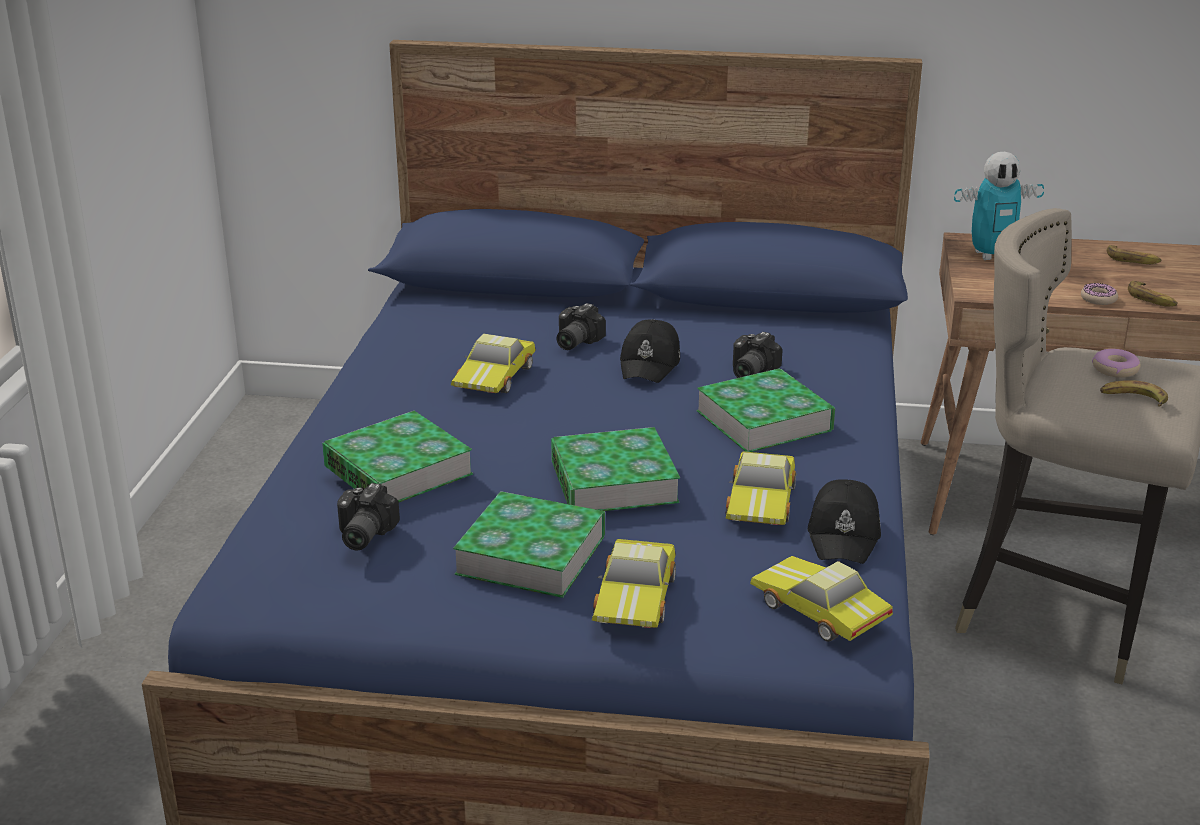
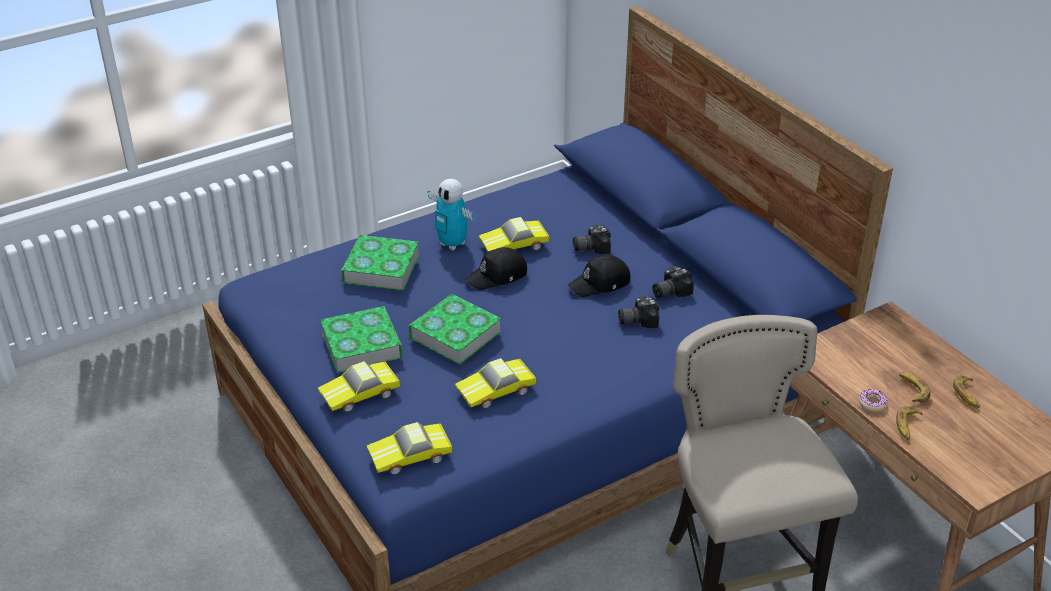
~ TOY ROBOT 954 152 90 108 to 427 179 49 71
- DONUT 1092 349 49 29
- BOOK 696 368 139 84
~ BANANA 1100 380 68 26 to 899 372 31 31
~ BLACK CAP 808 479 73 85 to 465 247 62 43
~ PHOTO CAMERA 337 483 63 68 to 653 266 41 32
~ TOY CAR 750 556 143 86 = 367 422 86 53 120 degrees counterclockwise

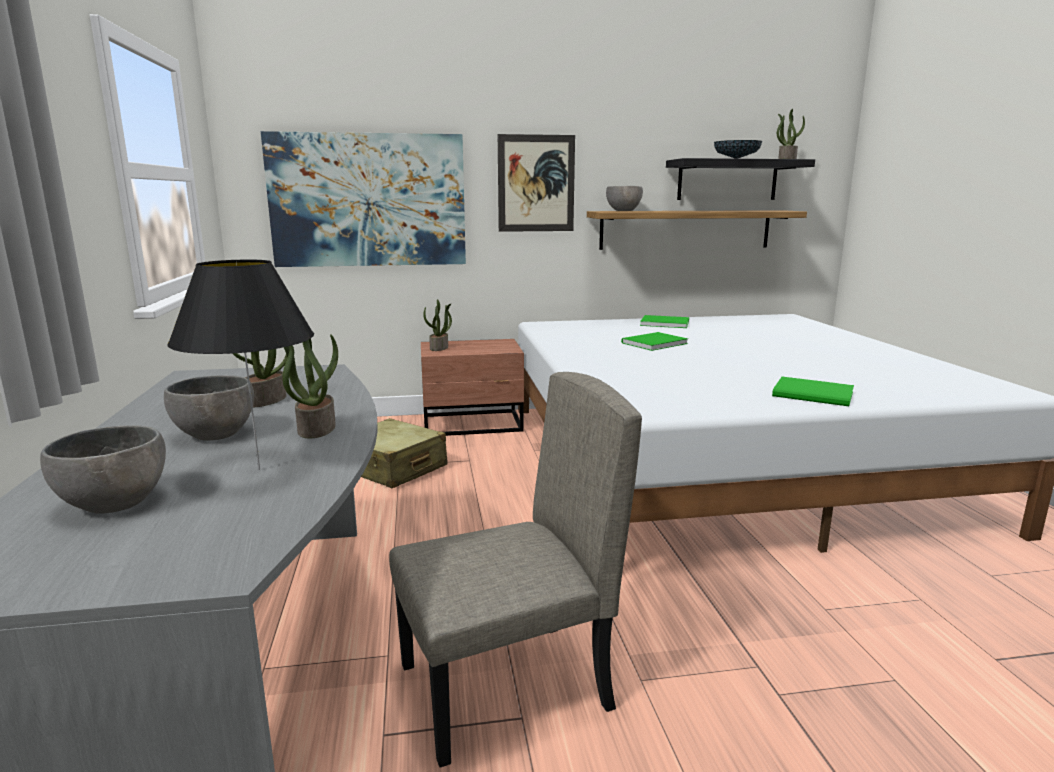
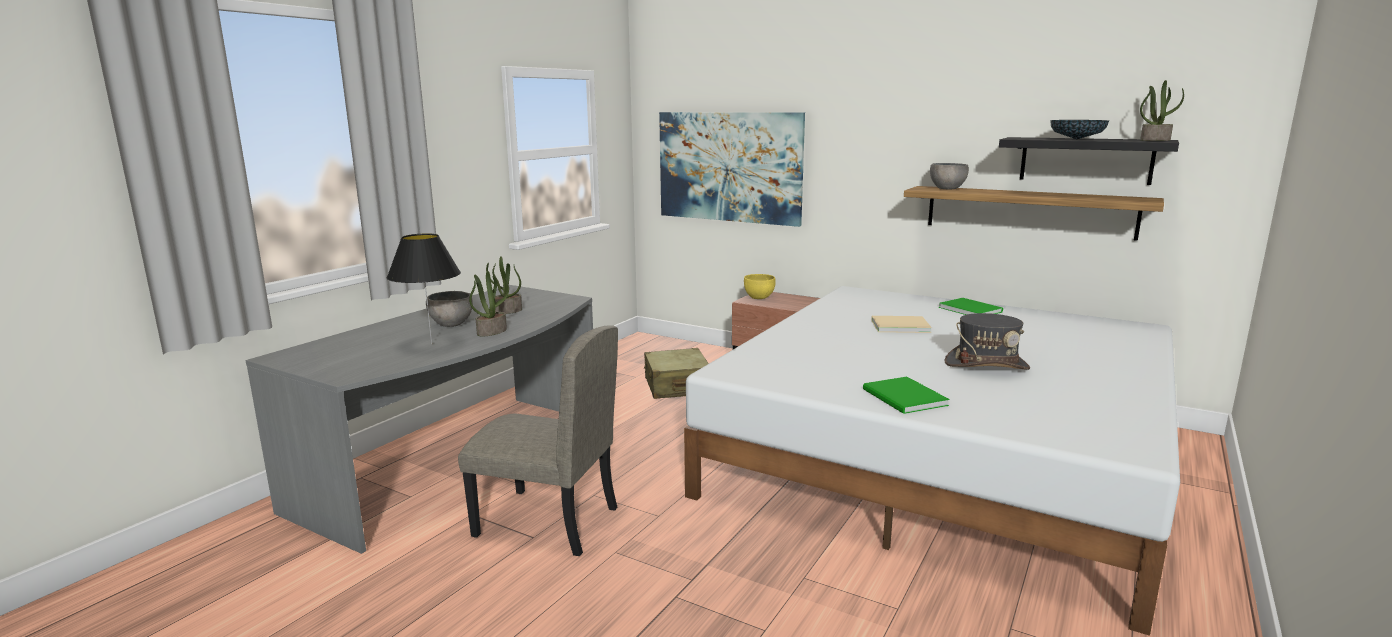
- PICTURE 498 134 77 98
~ POTTED PLANT 423 299 29 52 to YELLOW BOWL 744 274 32 25
~ GREEN BOOK 621 332 67 19 to BEIGE BOOK 871 316 61 17
- GREY BOWL 40 425 126 89
+ GREY HAT 945 313 85 57

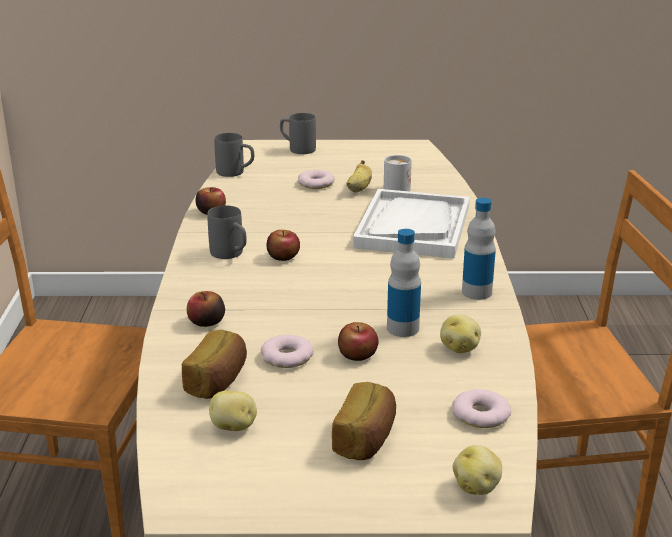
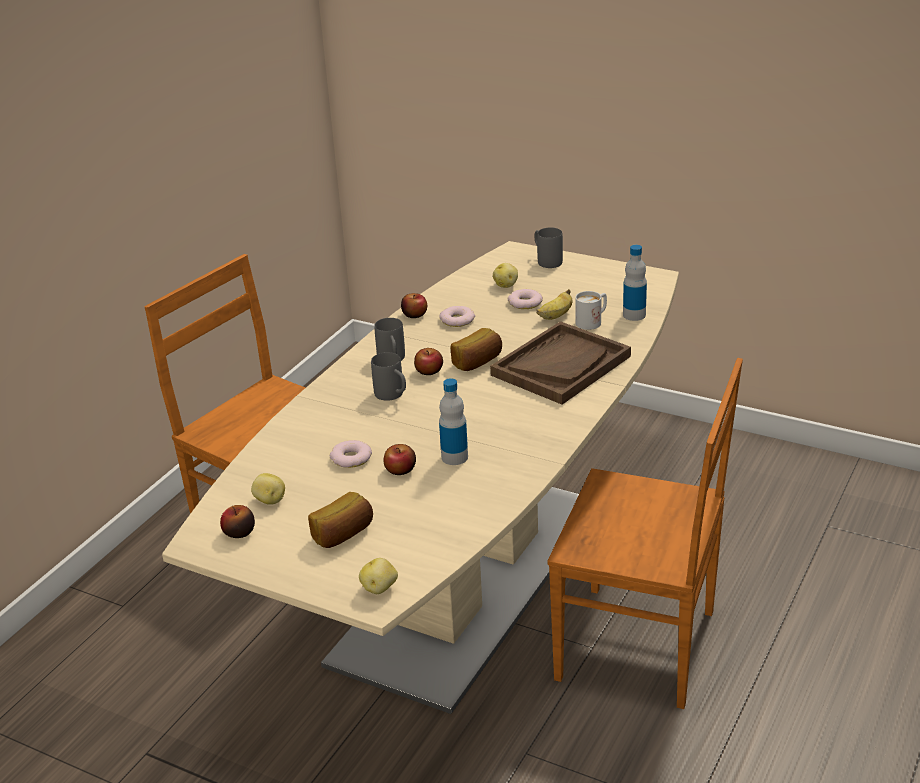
~ GREY MUG 214 133 40 44 to 371 352 35 49
~ WHITE TRAY 353 189 117 69 to BROWN TRAY 490 321 141 83
~ BOTTLE 462 198 34 102 to 623 245 24 76
~ APPLE 187 291 38 36 to 220 505 35 33
~ POTATO 440 315 41 38 to 493 263 25 25
~ BREAD 182 330 65 69 to 451 328 51 43
~ DONUT 452 389 59 39 to 439 306 36 21

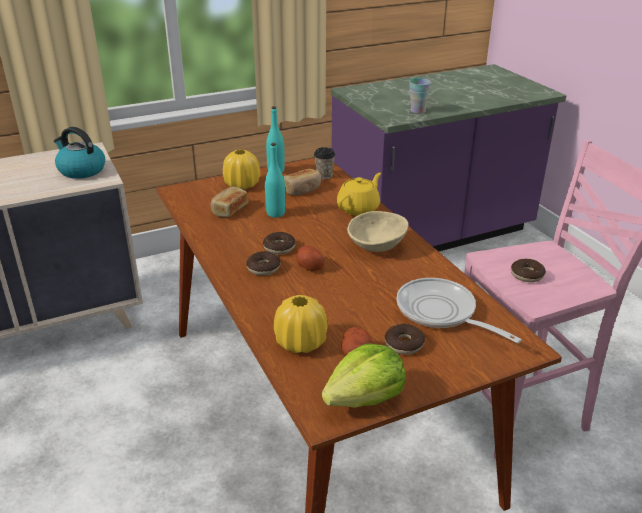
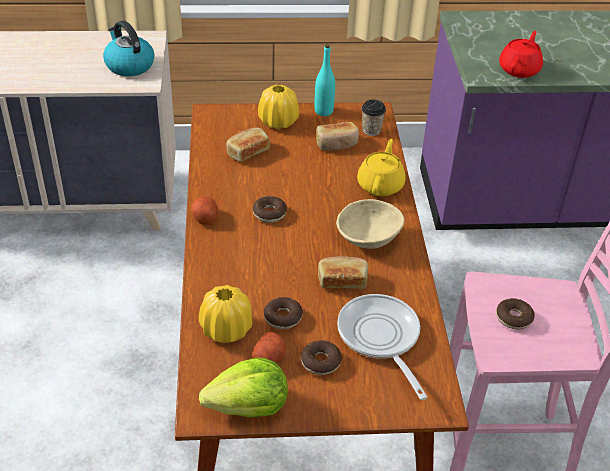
~ CUP 409 78 23 36 to RED TEAPOT 499 31 44 47
- TURQUOISE BOTTLE 265 143 20 75
~ YELLOW TEAPOT 337 173 44 43 = 357 139 49 57 45 degrees counterclockwise
~ POTATO 296 245 28 26 to 191 196 27 29
~ DONUT 246 251 34 24 to 264 297 39 32
+ BREAD 318 256 51 33

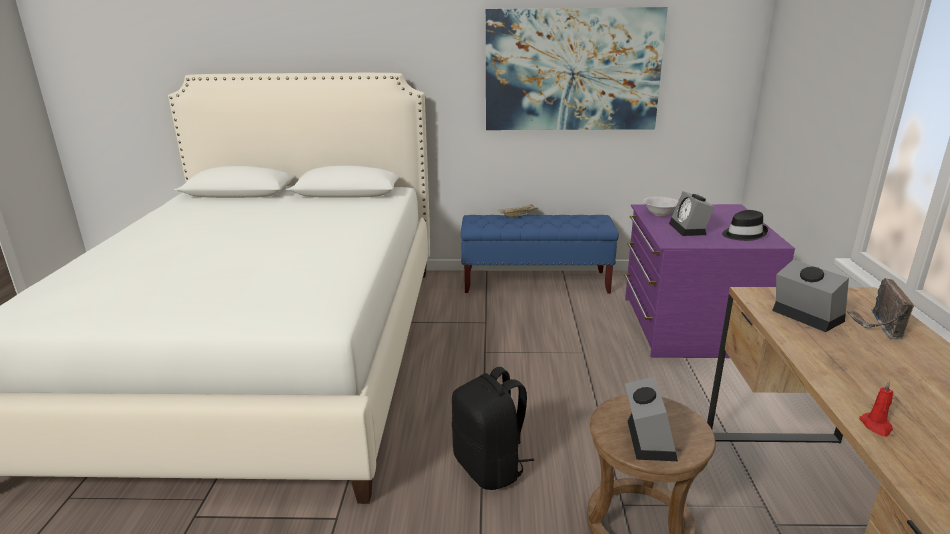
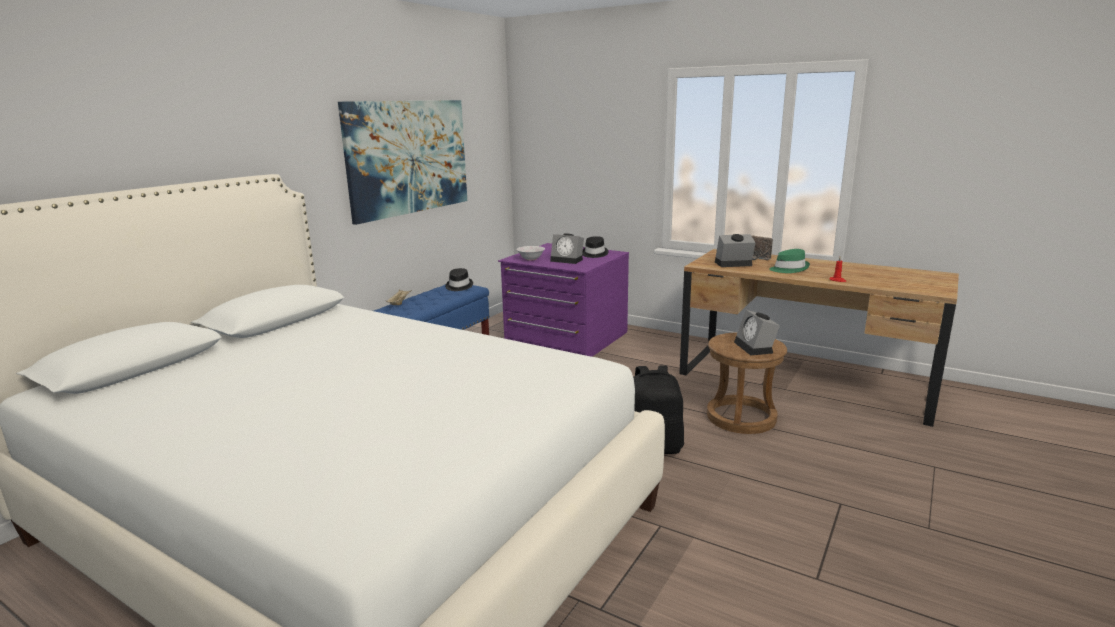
~ ALARM CLOCK 625 376 53 85 = 734 310 46 45 135 degrees counterclockwise
+ GREEN HAT 769 249 41 24
+ BLACK HAT 445 268 28 23

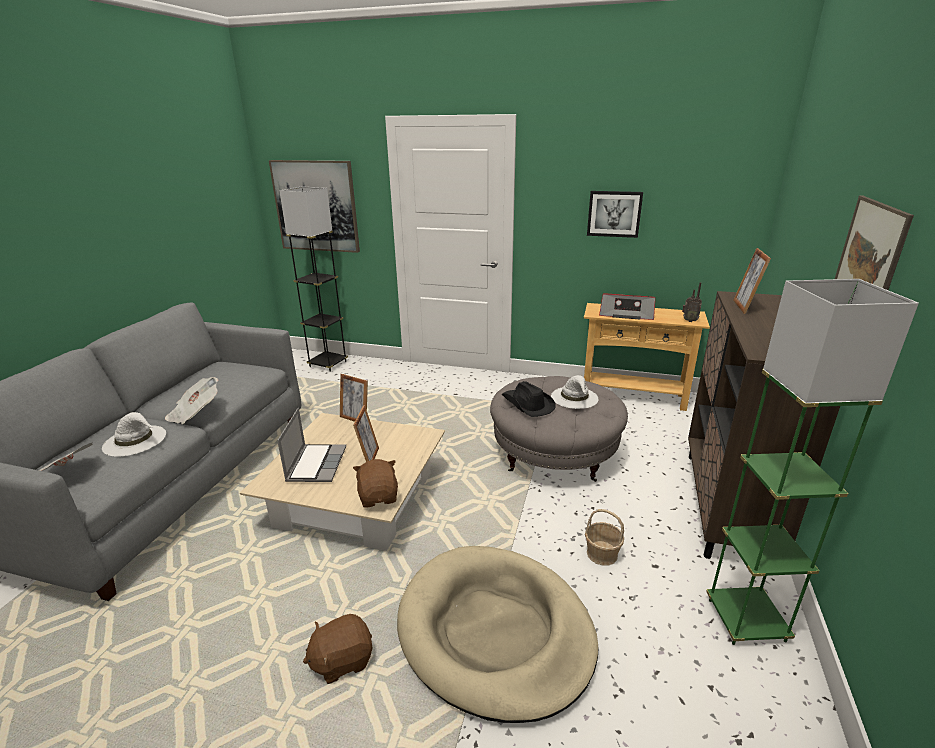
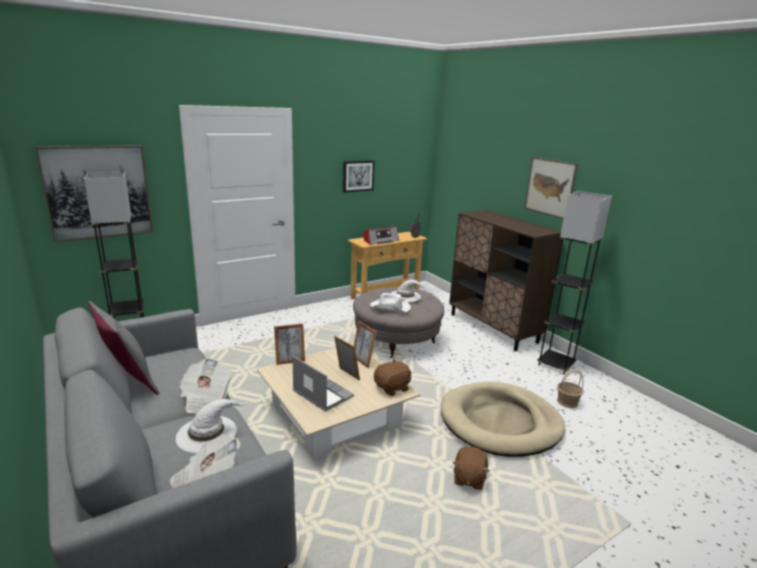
~ PICTURE FRAME 733 248 38 66 to 354 321 22 47
~ GREEN FLOOR LAMP 706 279 213 366 to GREY FLOOR LAMP 537 191 75 184
~ BLACK HAT 502 381 54 36 to WHITE HAT 370 293 41 19
~ BROWN PLUSH TOY 353 459 45 48 = 374 359 38 37 120 degrees clockwise
~ BASKET 585 509 39 57 to 557 371 27 37
+ GREY PILLOW 88 301 71 94

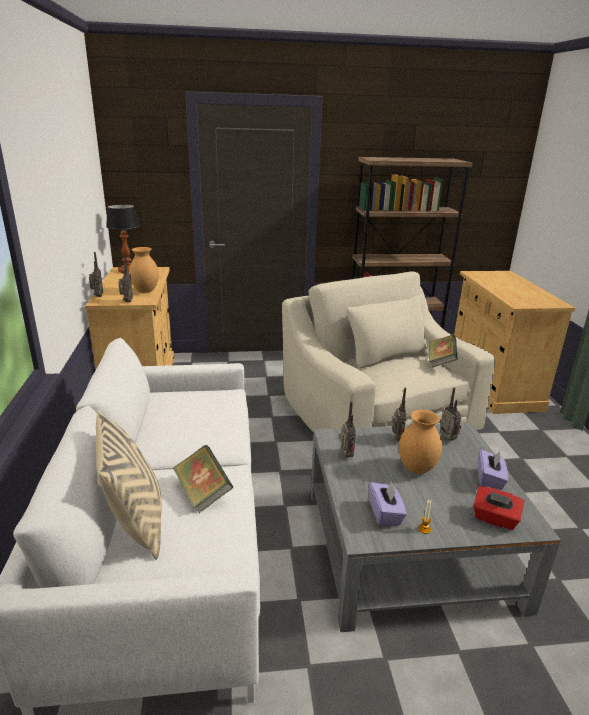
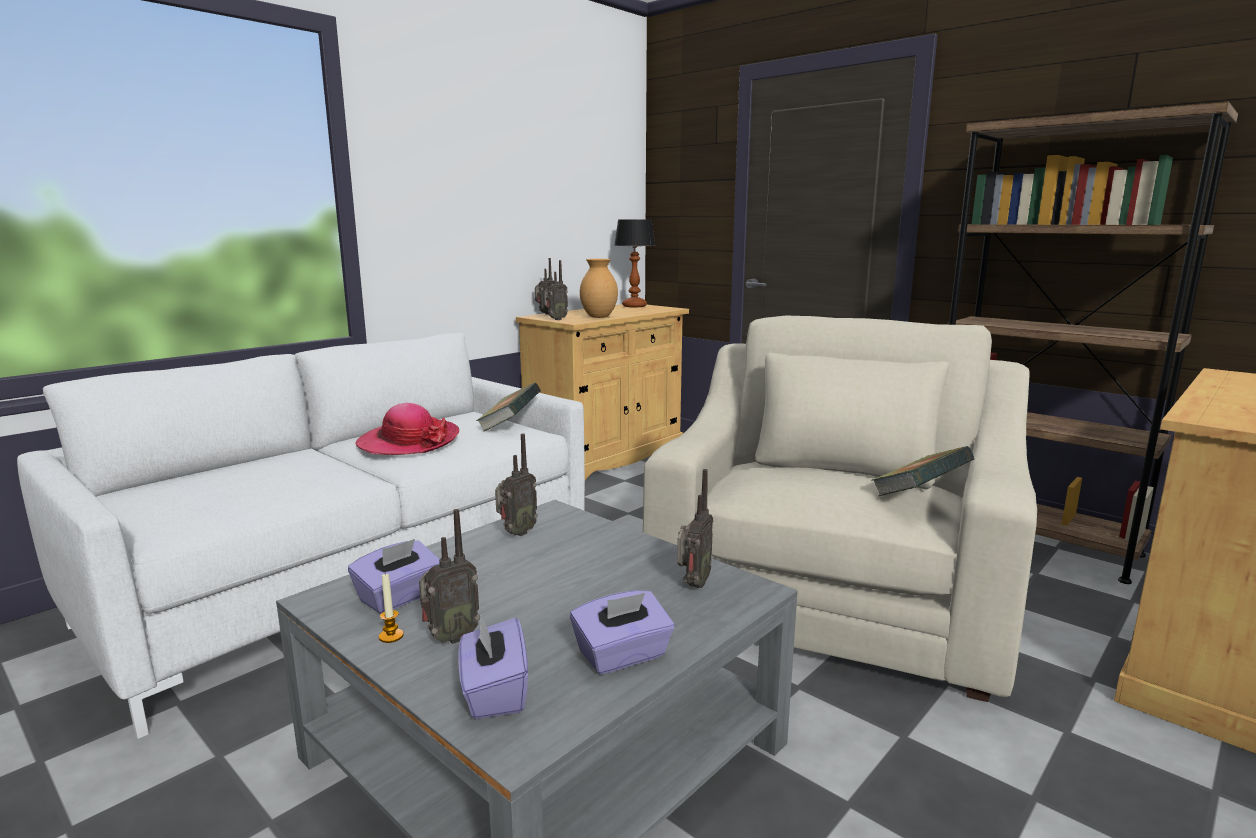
~ RADIO 392 387 14 54 to 419 509 61 135
- BEIGE PILLOW 96 410 66 150
- BROWN VASE 399 410 43 64
~ BOOK 173 445 60 68 to 476 383 65 48
~ RED TISSUE BOX 473 486 52 45 to PURPLE TISSUE BOX 458 615 70 104
+ HAT 355 403 104 52

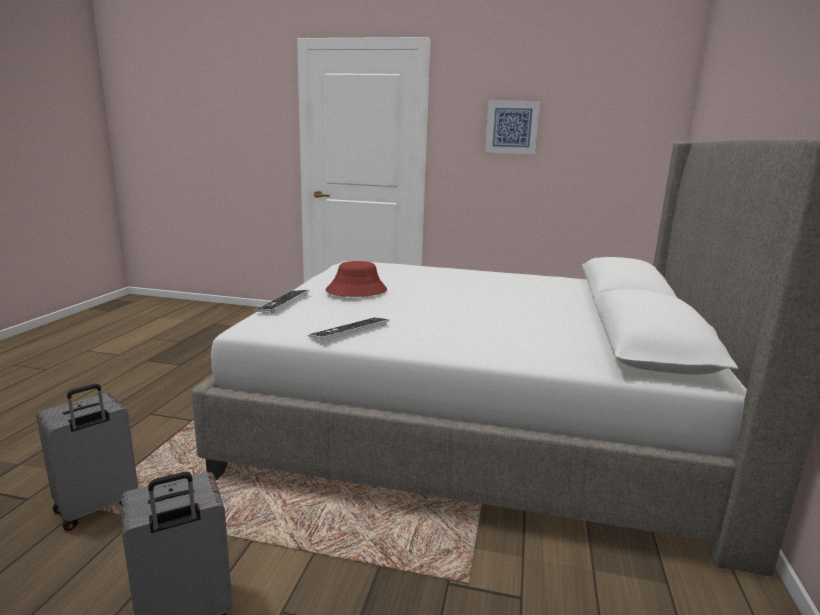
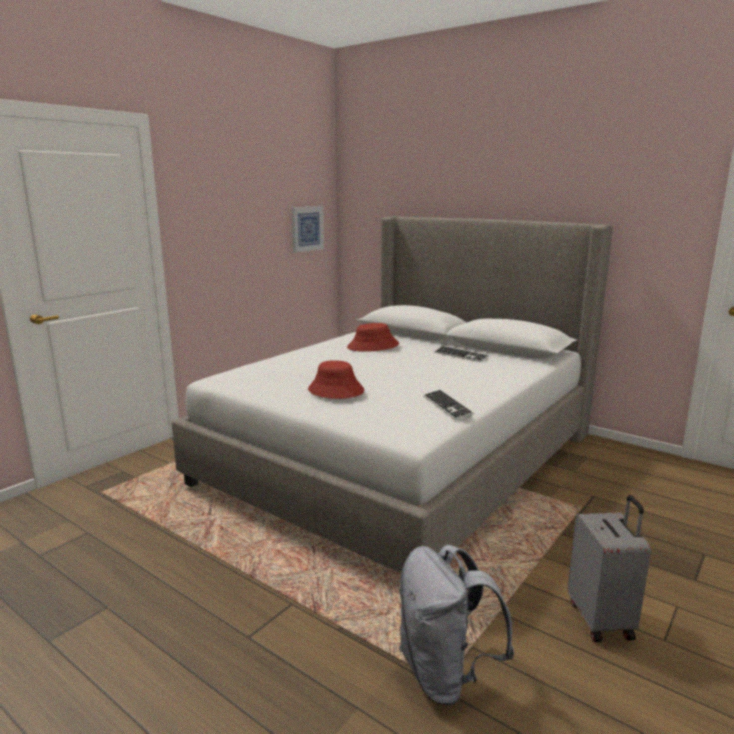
~ PICTURE 485 100 55 54 to 291 206 33 47
~ KEYBOARD 255 290 54 23 to 434 346 55 16
~ GREY SUITCASE 36 384 102 147 to GREY BACKPACK 399 545 116 160
+ RED HAT 347 323 52 29

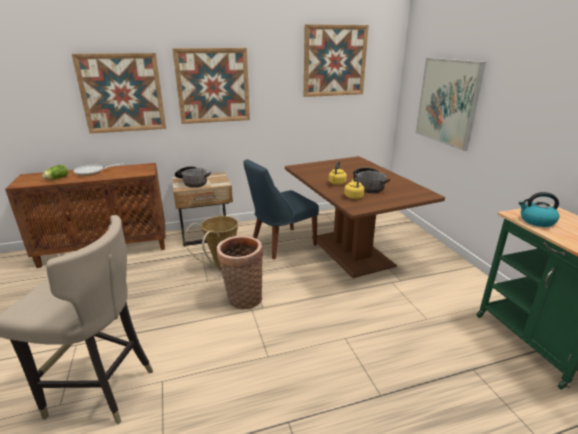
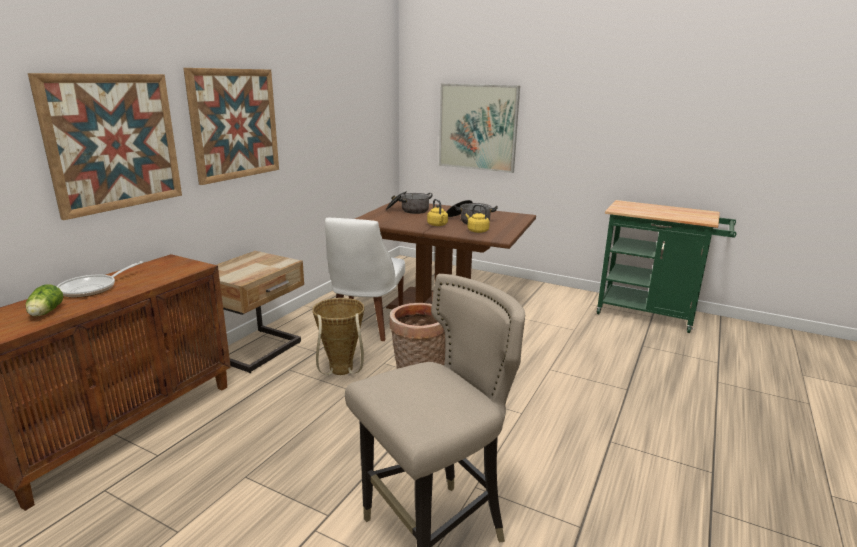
- PICTURE 304 24 65 73
~ BLUE CHAIR 244 159 75 101 to WHITE CHAIR 325 218 80 123
~ COOKING POT 175 166 36 22 to 386 191 46 23
- KETTLE 519 192 40 35

